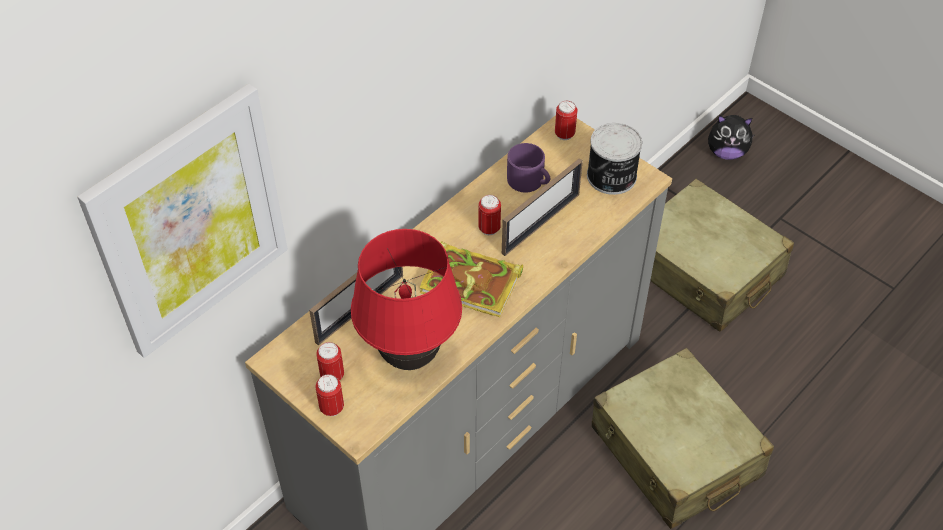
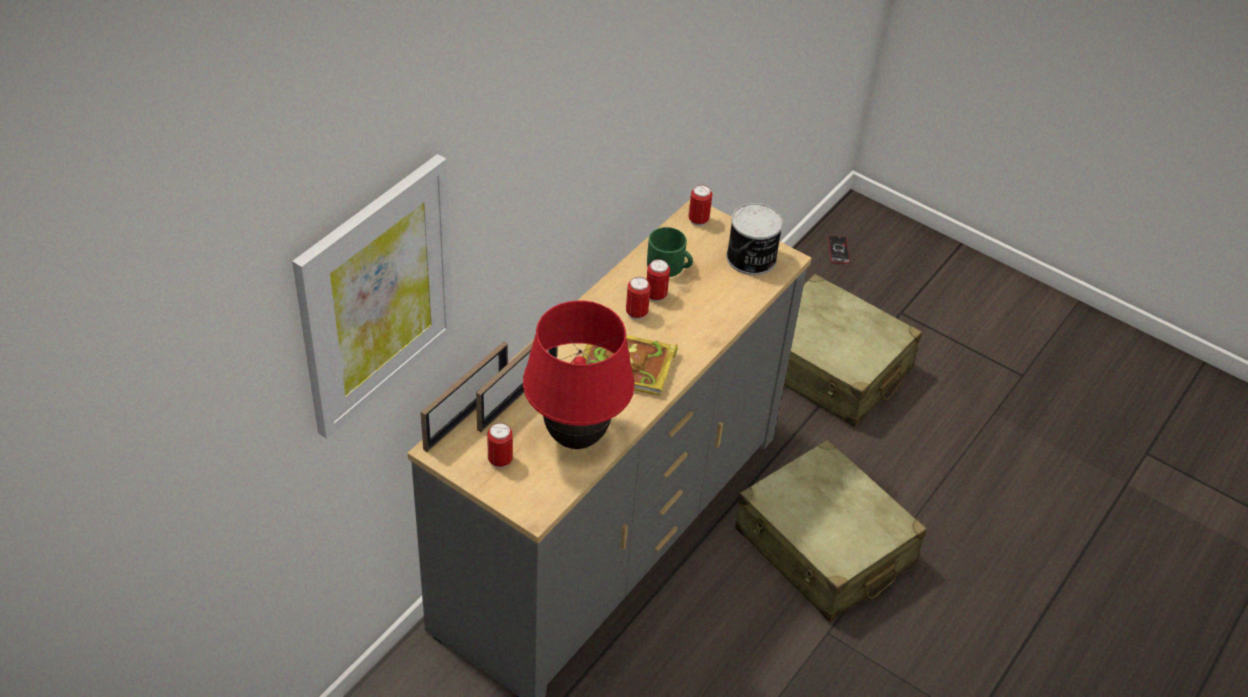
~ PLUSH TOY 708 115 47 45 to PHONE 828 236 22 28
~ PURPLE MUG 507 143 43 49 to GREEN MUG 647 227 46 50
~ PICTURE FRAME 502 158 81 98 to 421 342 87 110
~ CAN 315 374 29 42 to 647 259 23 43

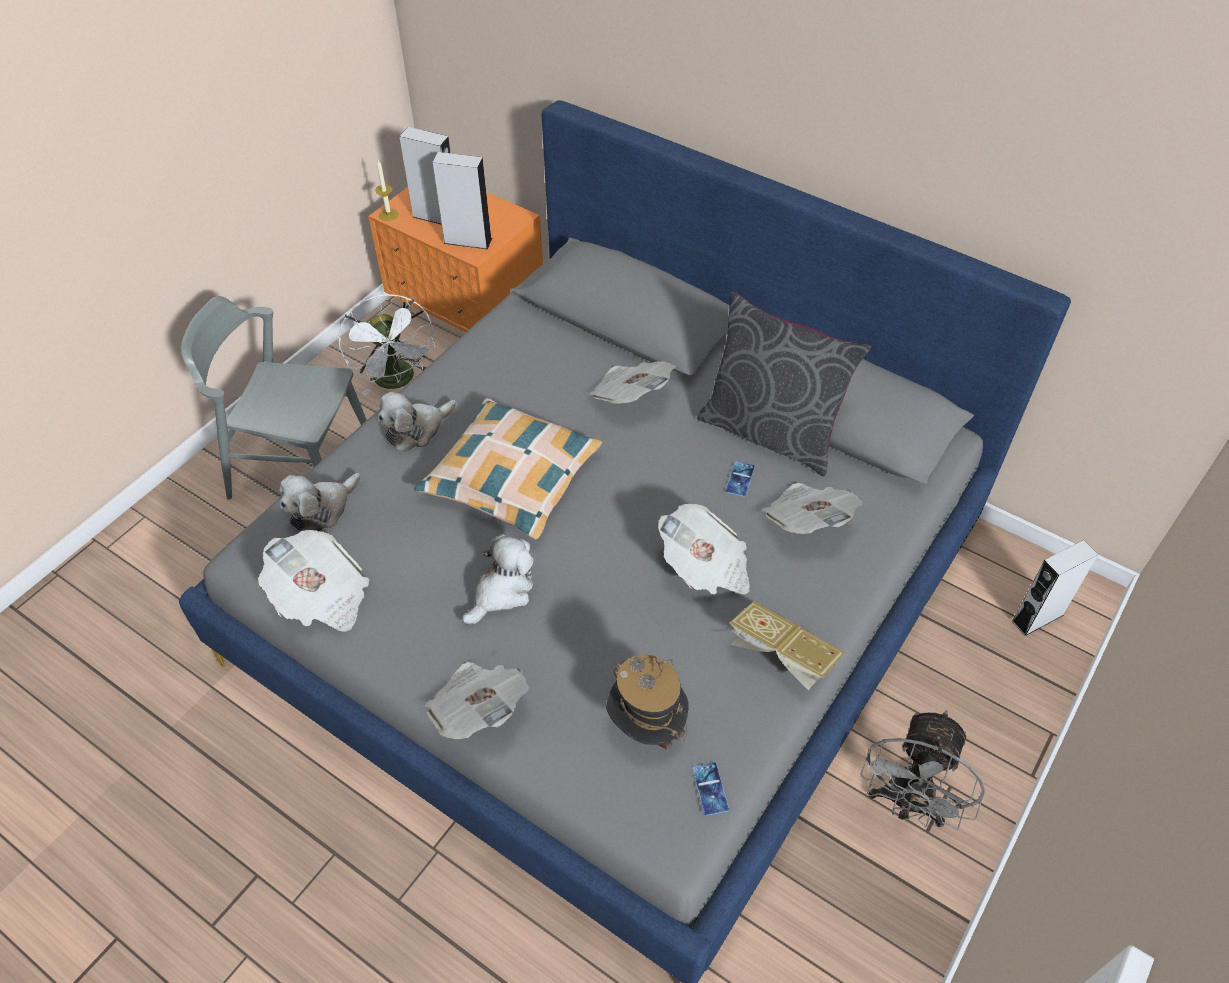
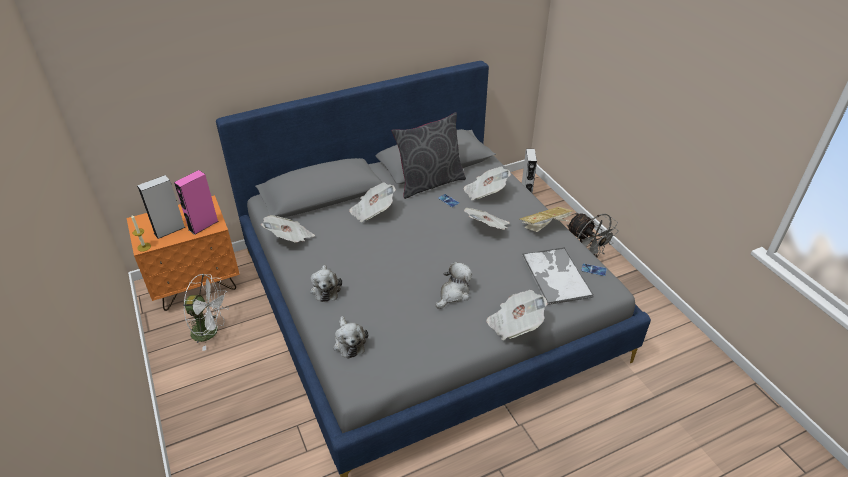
~ GREY SPEAKER 432 152 60 97 to PINK SPEAKER 174 170 45 65
- GREY CHAIR 181 296 186 204
- PILLOW 414 398 189 142
~ NEWSPAPER 258 530 112 102 to 261 215 54 28
~ PLUSH TOY 462 534 72 90 = 435 262 37 47 60 degrees clockwise
~ HAT 606 655 83 95 to TRAY 522 247 72 59

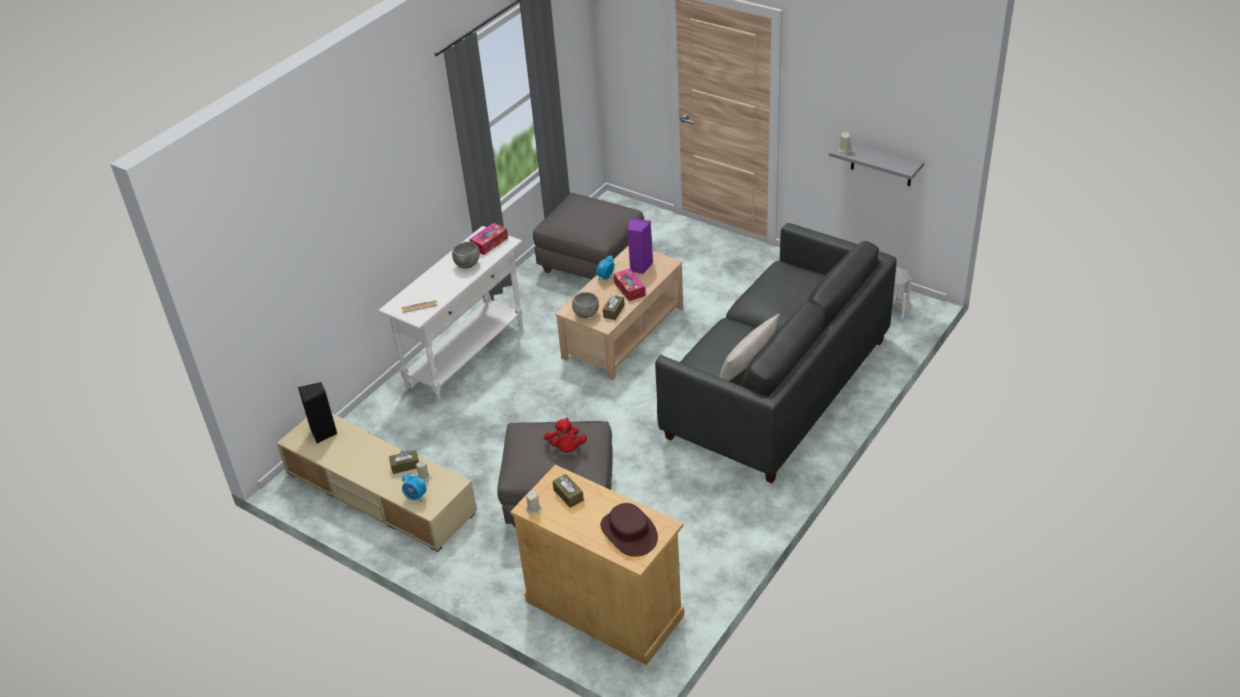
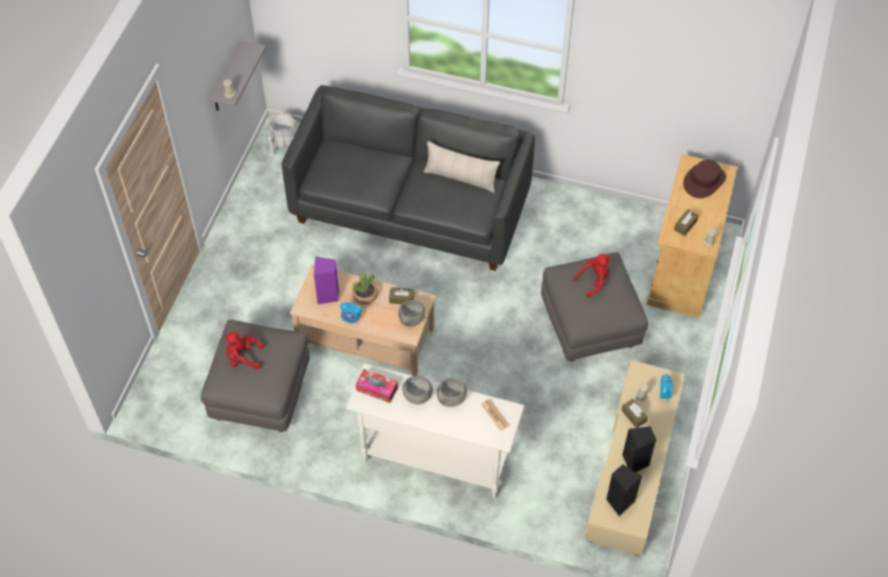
~ TISSUE BOX 614 268 32 33 to POTTED PLANT 352 272 26 33
+ RED PLUSH TOY 224 331 40 38
+ GREY BOWL 437 378 30 29
+ BLACK SPEAKER 622 426 34 46

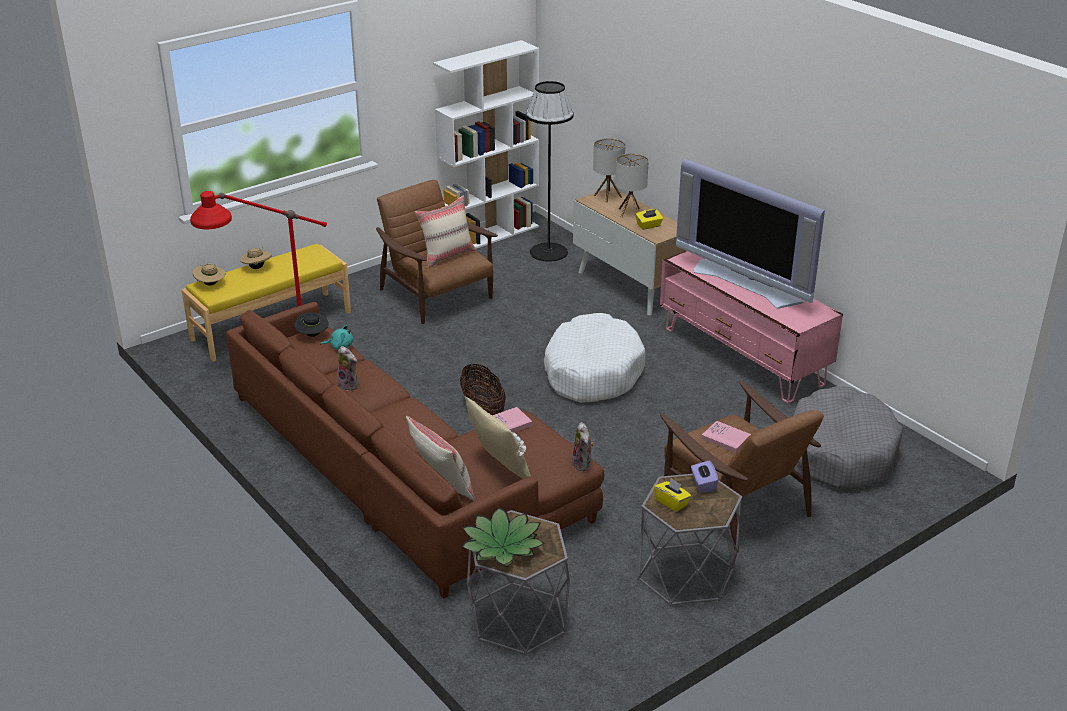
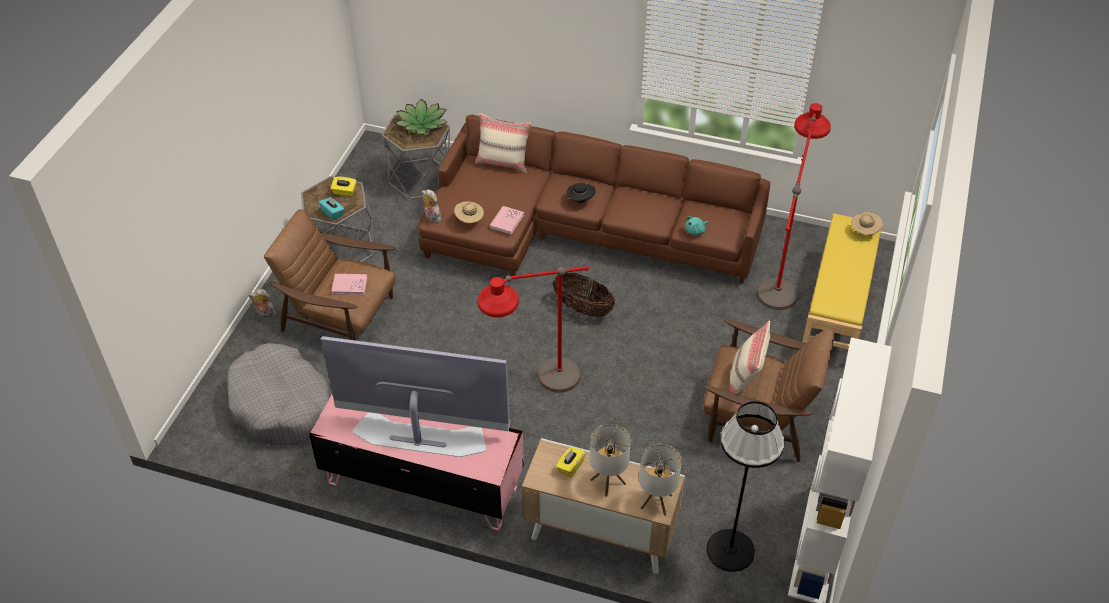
~ BEIGE HAT 240 247 32 22 to 454 202 30 21
~ BLACK HAT 294 312 34 25 to 566 182 30 21
~ WHITE DOG BED 544 313 102 90 to RED FLOOR LAMP 478 266 111 127
~ PLUSH TOY 337 346 21 45 to 248 289 28 30
- BEIGE PILLOW 464 396 67 83
~ PURPLE TISSUE BOX 691 461 28 32 to TURQUOISE TISSUE BOX 319 197 25 23

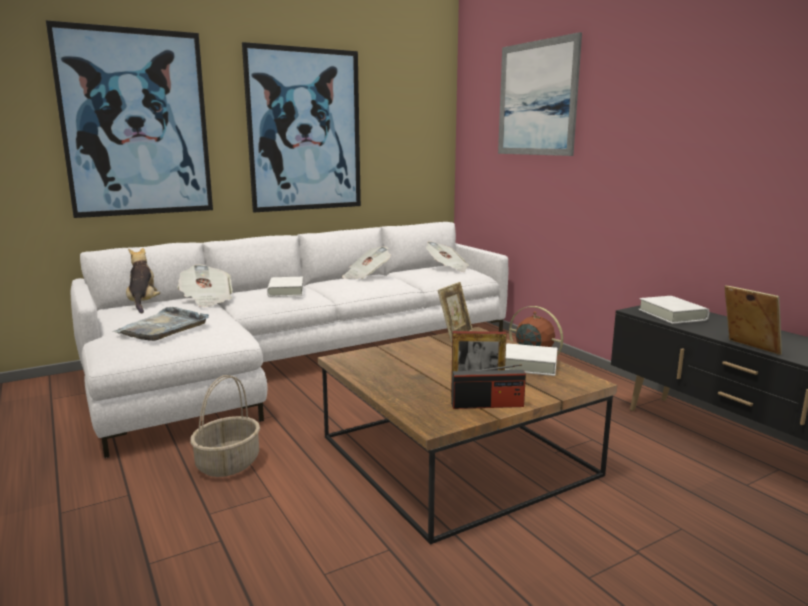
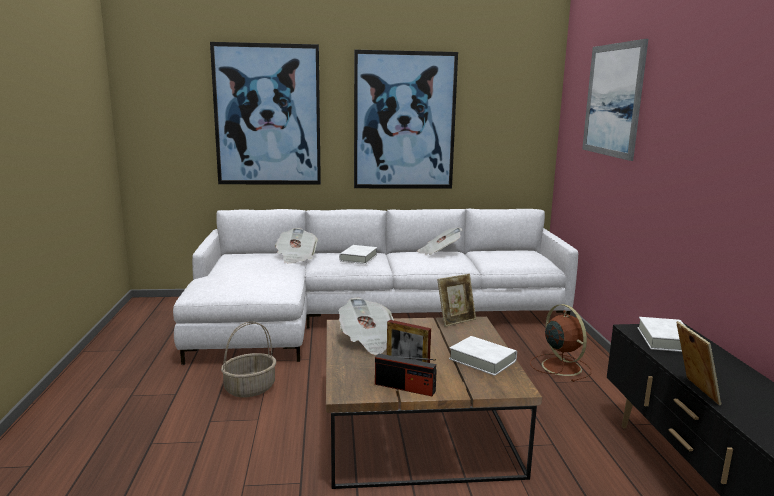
~ NEWSPAPER 426 241 43 31 to 338 297 56 58
- PLUSH TOY 126 248 34 65
- GREY TRAY 112 307 97 34

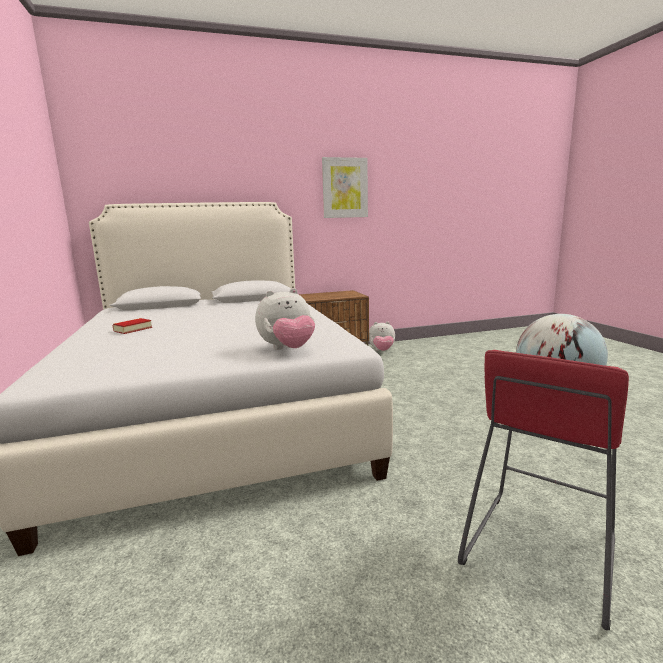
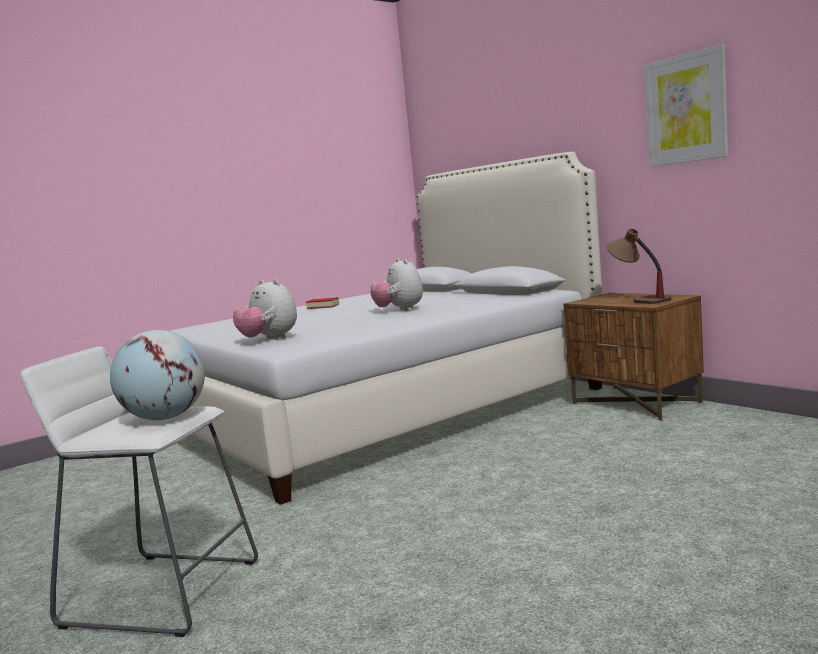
~ PLUSH TOY 369 322 26 29 to 371 258 52 53
~ RED STOOL 458 350 171 280 to WHITE STOOL 21 346 237 291
+ TABLE LAMP 607 229 64 75

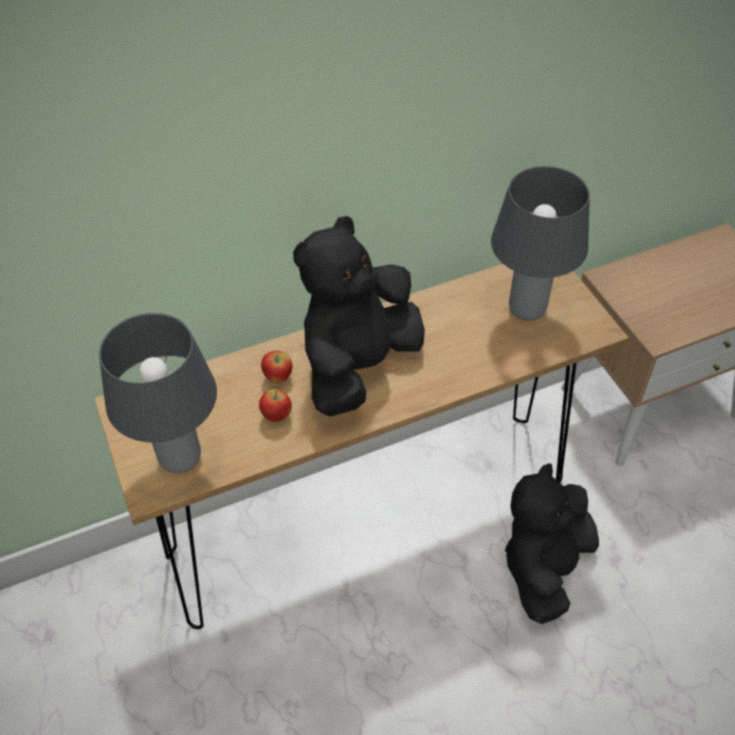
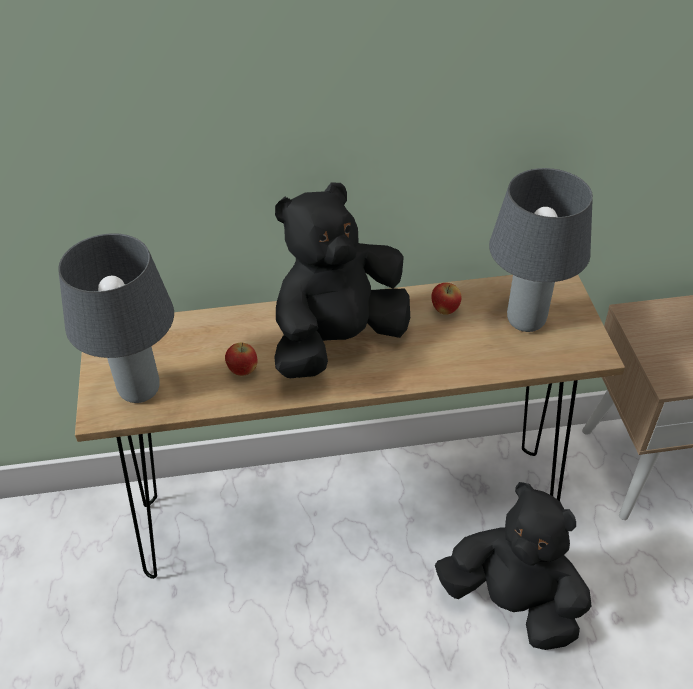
~ APPLE 261 351 31 32 to 431 283 30 32
~ BLACK PLUSH TOY 505 463 94 161 = 435 482 156 168 75 degrees clockwise

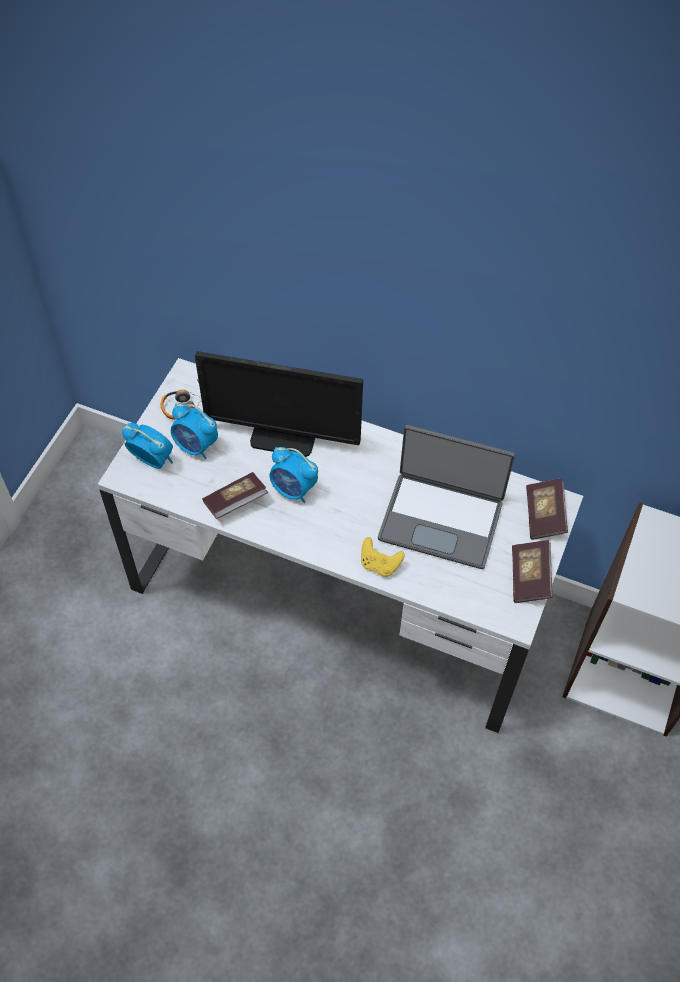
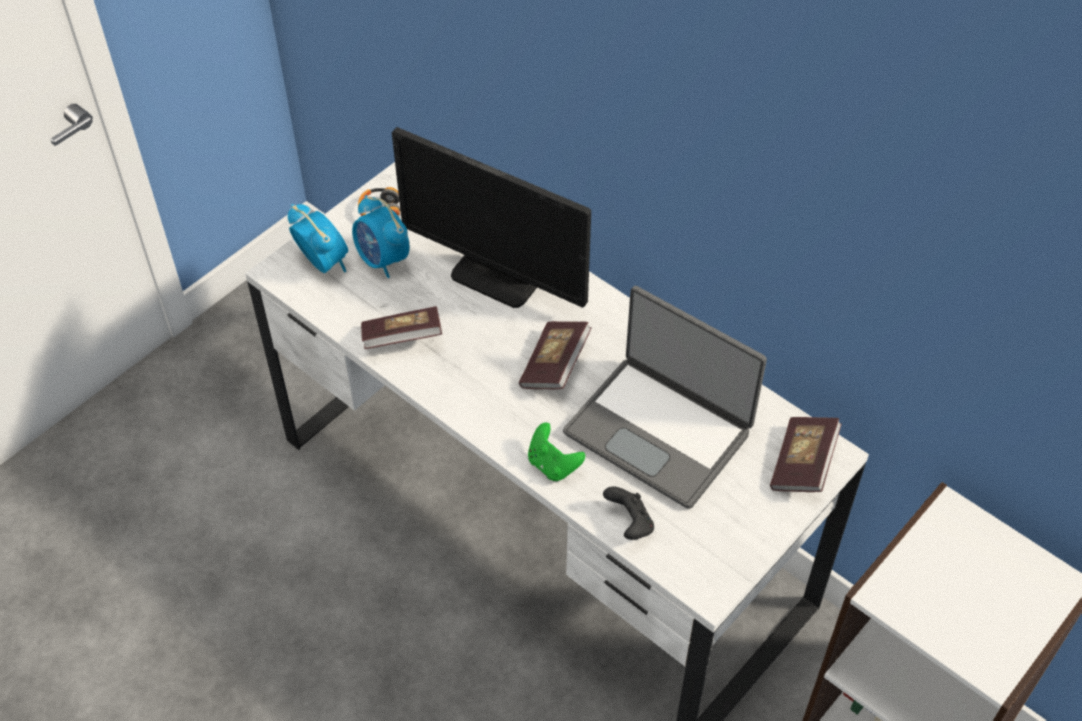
- ALARM CLOCK 269 447 49 56
~ YELLOW GAME CONTROLLER 361 537 44 40 to GREEN GAME CONTROLLER 528 423 57 58
~ BOOK 512 540 41 63 to 519 321 73 68
+ BLACK GAME CONTROLLER 603 486 51 54

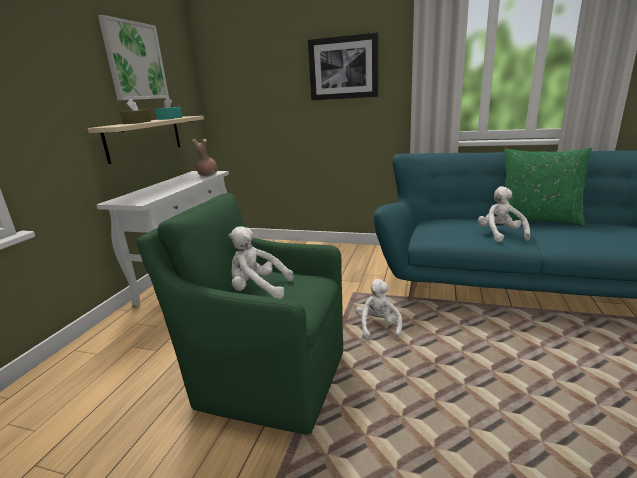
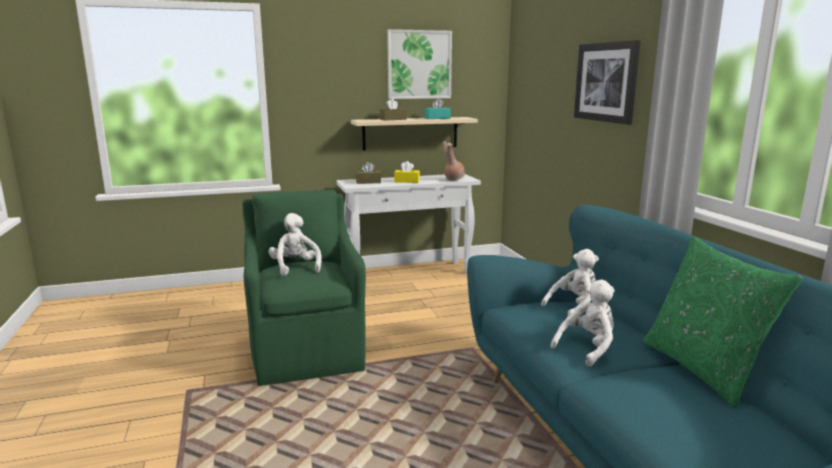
~ WHITE PLUSH TOY 355 279 47 61 to 541 249 58 68
+ YELLOW TISSUE BOX 394 161 26 22
+ BROWN TISSUE BOX 356 162 25 22

